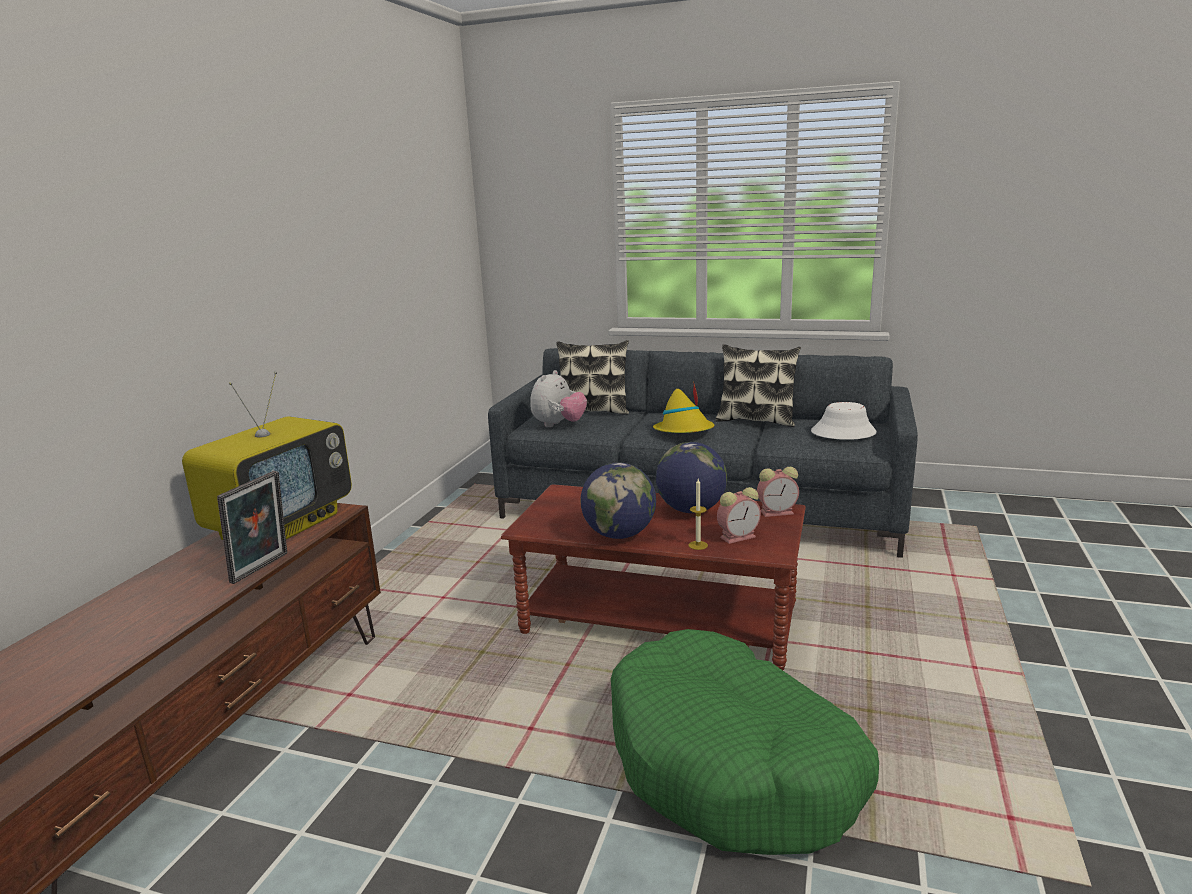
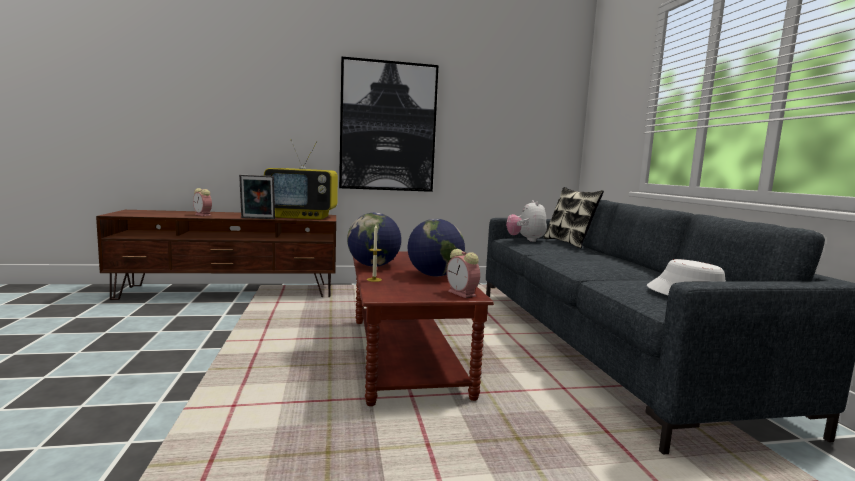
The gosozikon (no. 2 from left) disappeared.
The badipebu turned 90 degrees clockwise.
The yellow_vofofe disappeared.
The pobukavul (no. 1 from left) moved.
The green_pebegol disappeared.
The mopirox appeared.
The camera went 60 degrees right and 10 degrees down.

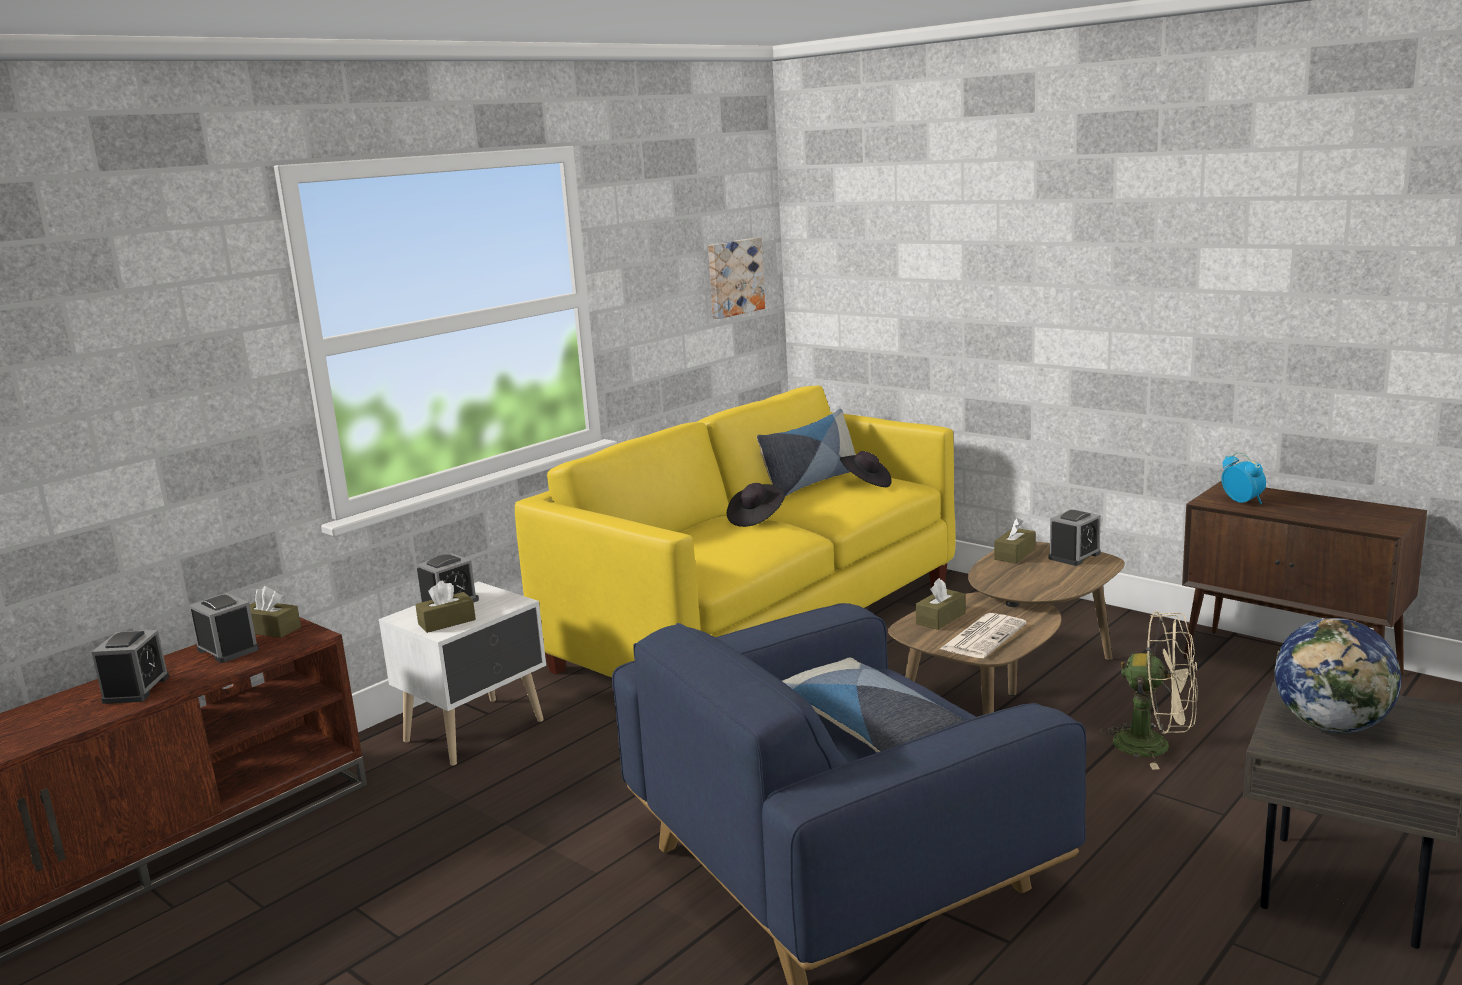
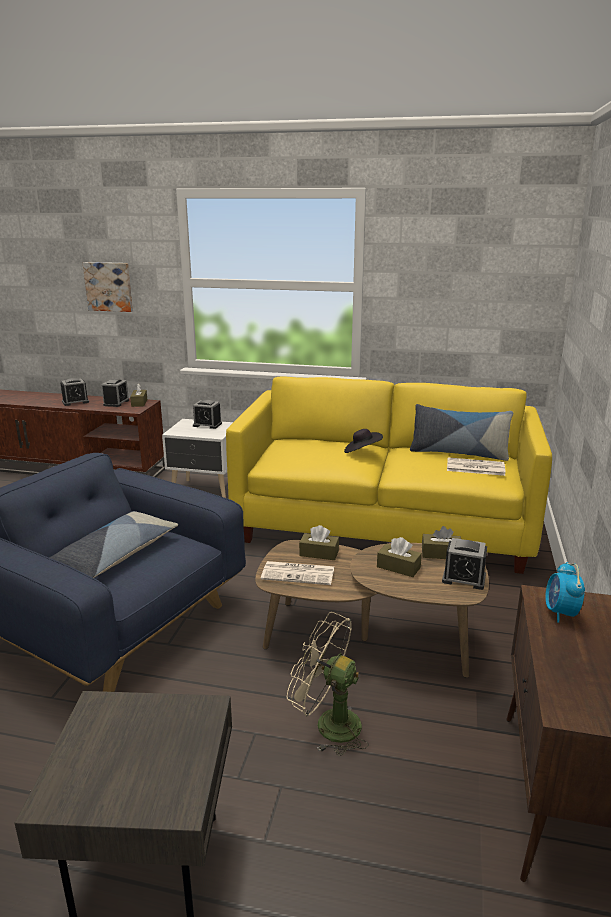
The mopirox moved.
The black_vofofe (no. 2 from left) was replaced by the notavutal (no. 2 from left).
The pobukavul (no. 5 from left) turned 150 degrees clockwise.
The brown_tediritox (no. 2 from left in the first image) moved.
The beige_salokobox turned 120 degrees clockwise.
The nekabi disappeared.
The camera went 60 degrees right and 5 degrees up.

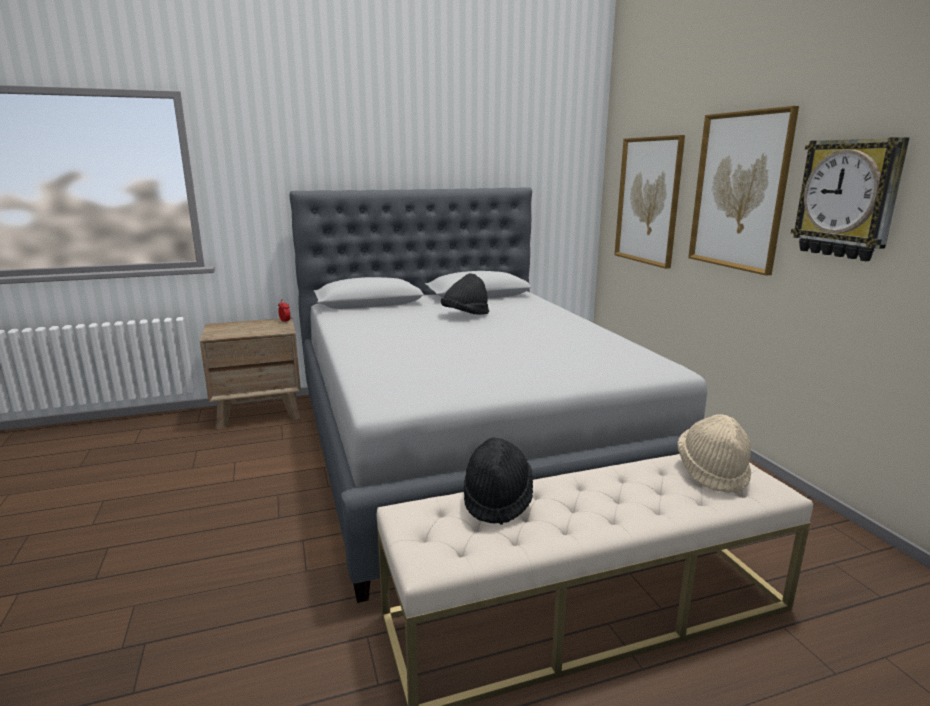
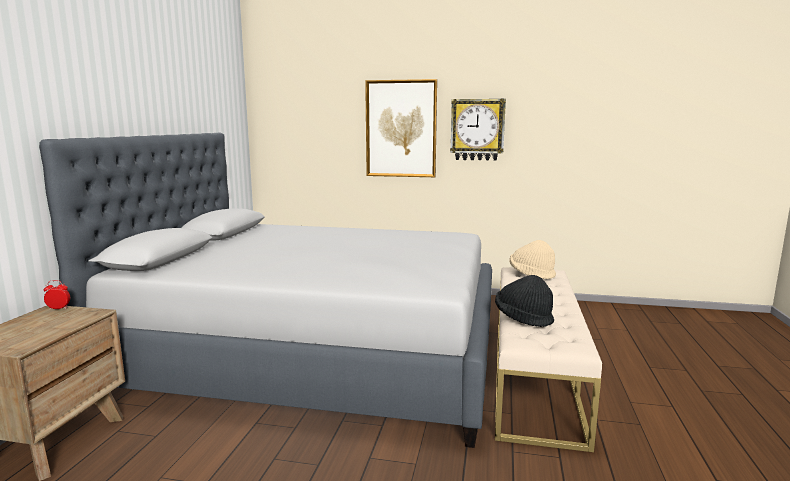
The mopirox (no. 1 from left) disappeared.
The black_vofofe (no. 1 from left) disappeared.
The camera went 60 degrees left and 5 degrees down.

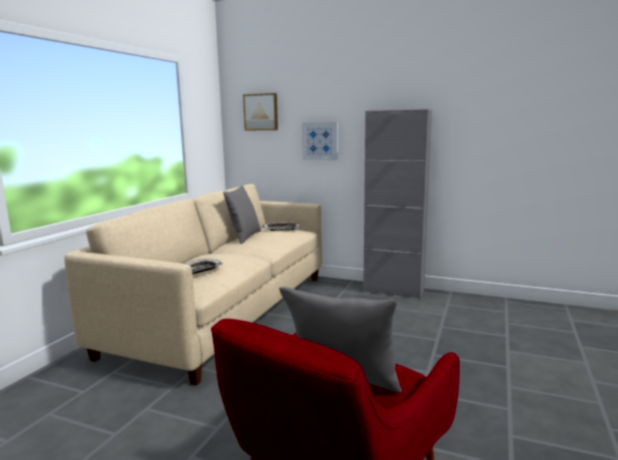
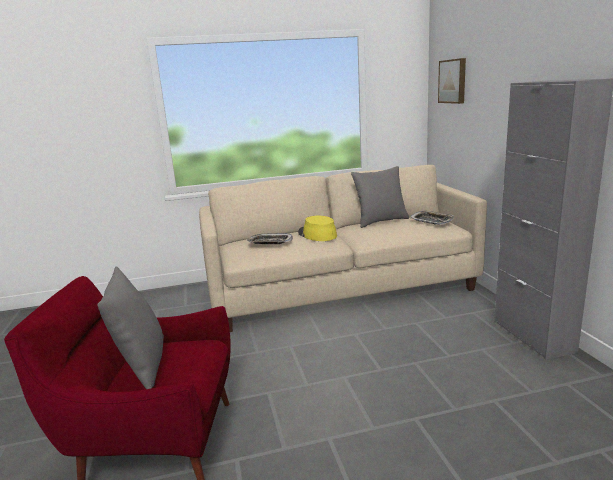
The mopirox (no. 2 from left) disappeared.
The yellow_vofofe appeared.
The camera went 55 degrees right and 5 degrees up.

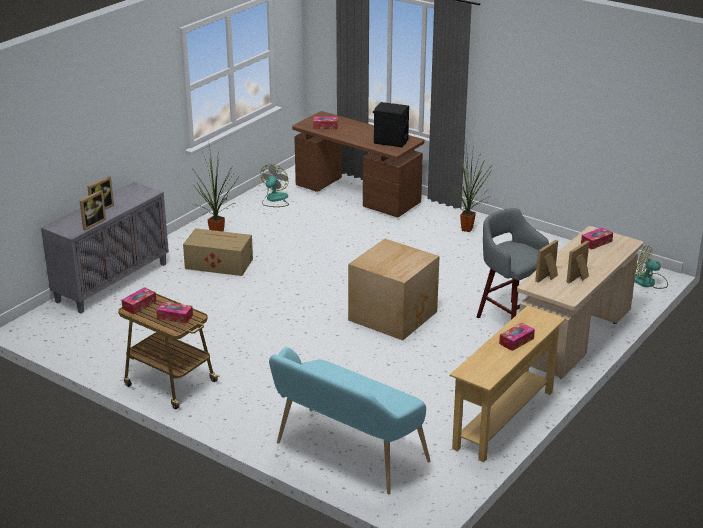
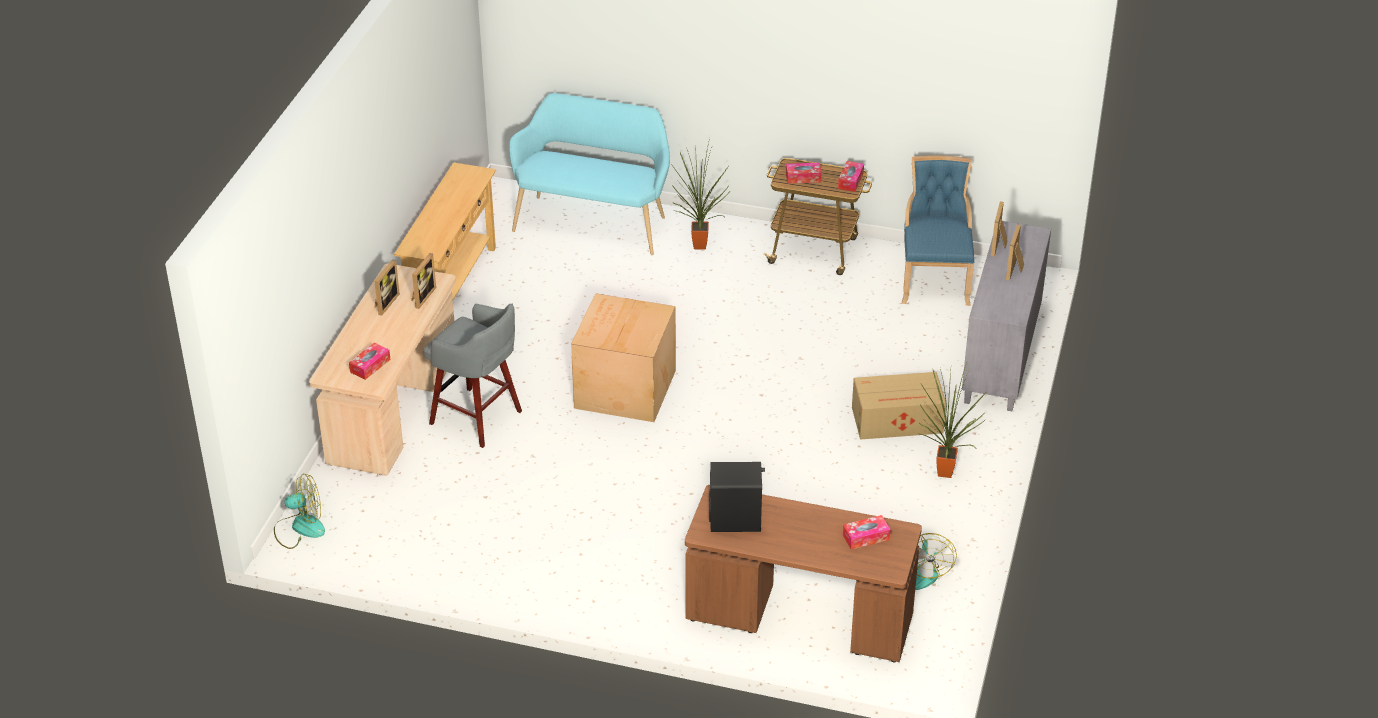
The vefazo (no. 2 from left in the first image) moved.
The tediritox (no. 4 from left) disappeared.
The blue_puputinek appeared.
The camera went 160 degrees right and 10 degrees up.

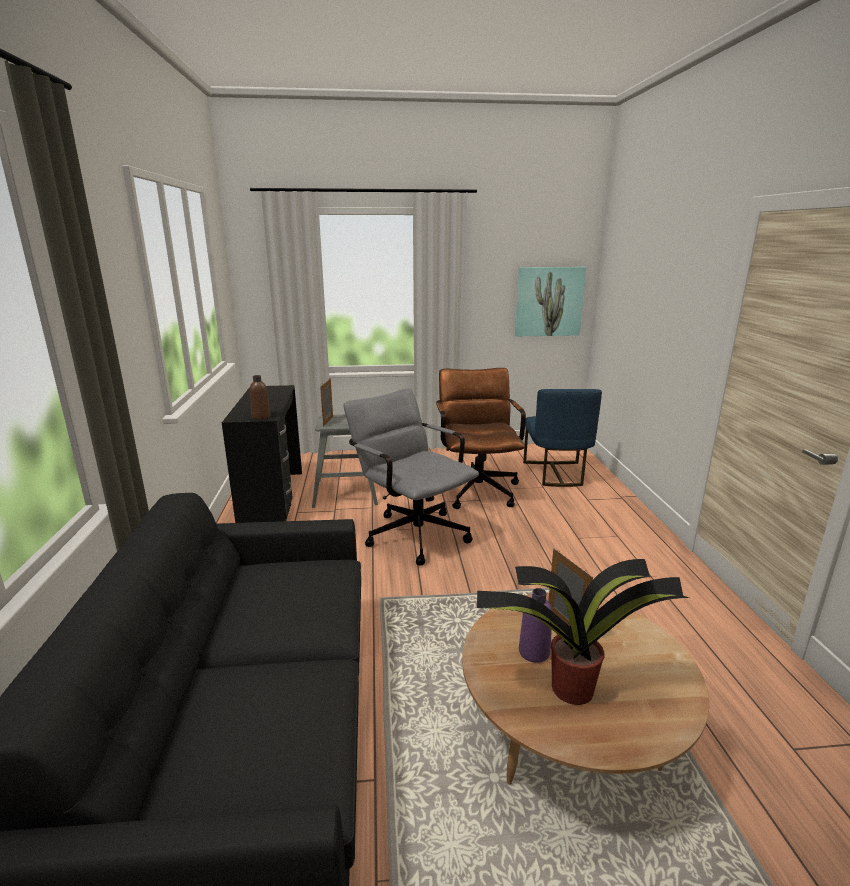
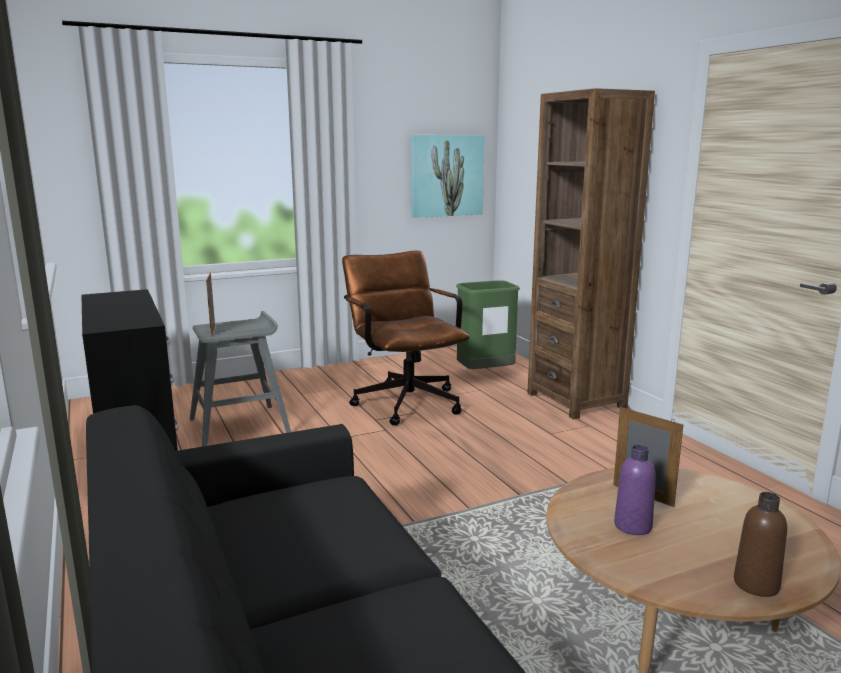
The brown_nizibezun moved.
The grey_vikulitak disappeared.
The blue_puputinek was replaced by the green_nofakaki.
The vefazo disappeared.
The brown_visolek appeared.
The camera went 20 degrees left and 5 degrees down.

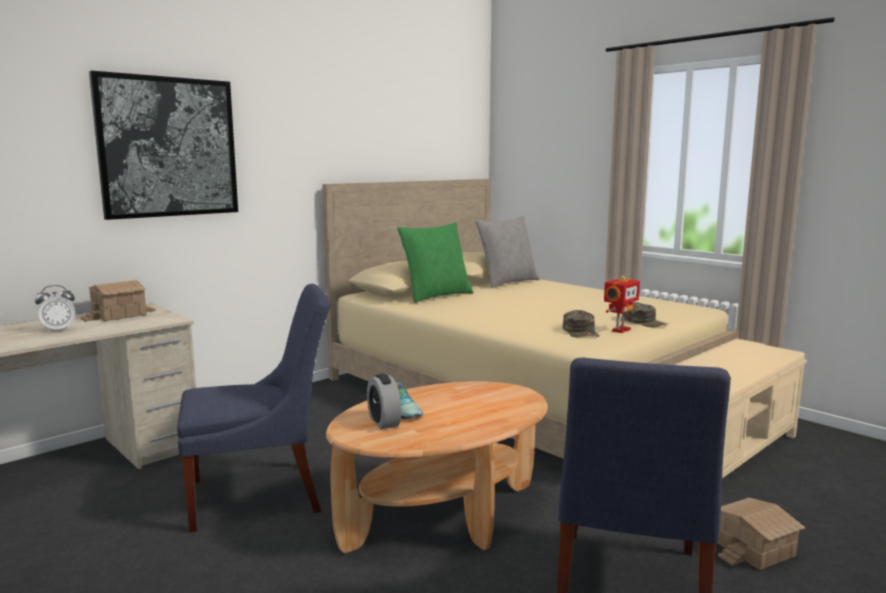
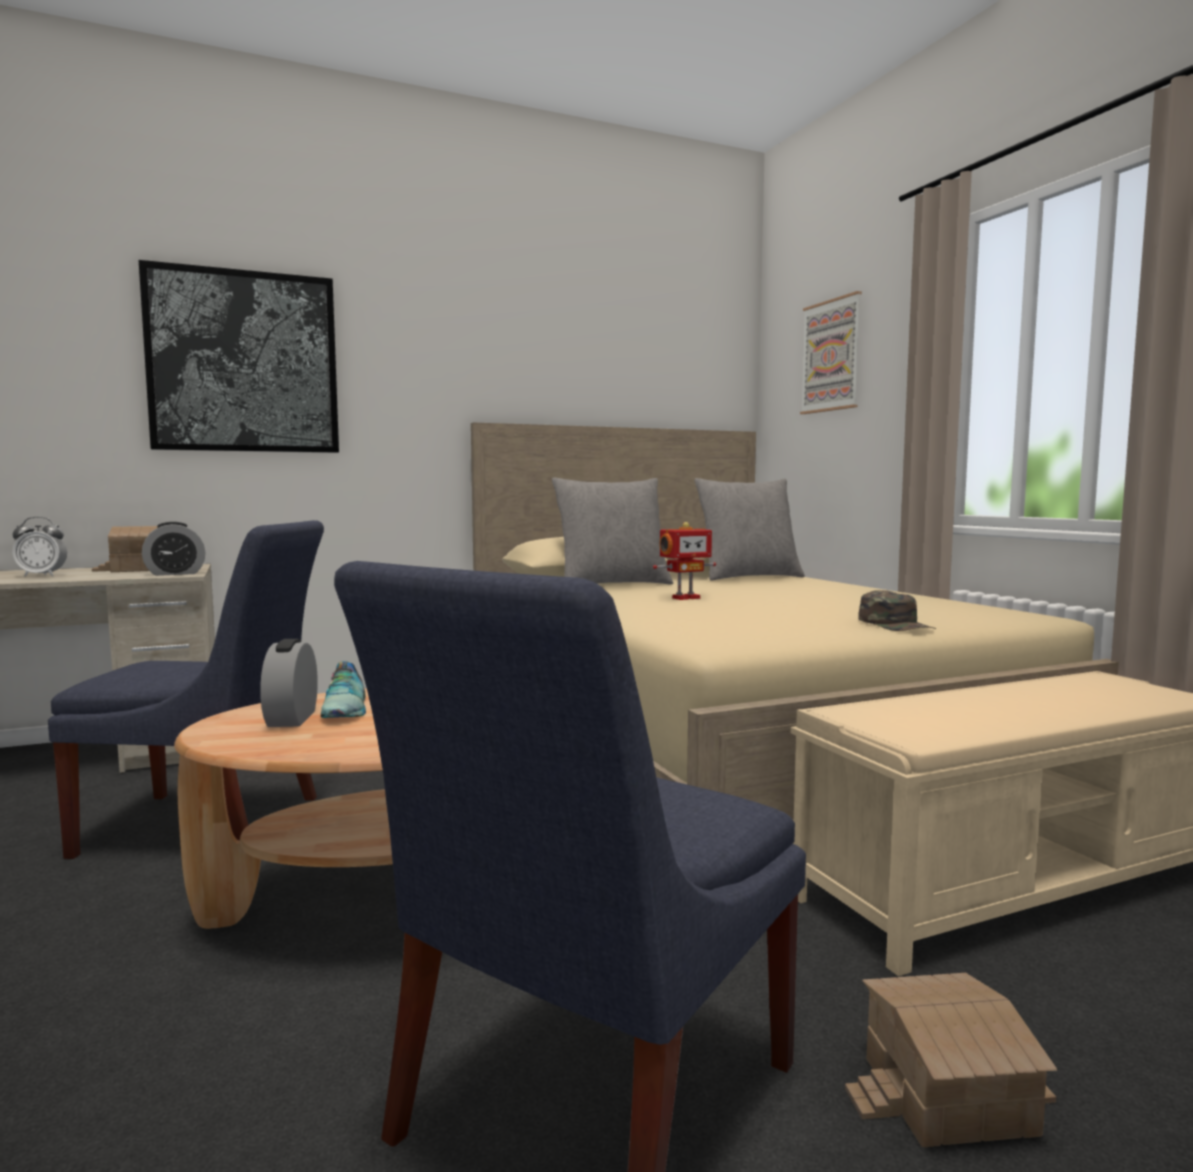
The green_gosozikon became the grey_gosozikon (no. 1 from left).
The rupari moved.
The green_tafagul (no. 1 from left) disappeared.
The mopirox (no. 2 from left) appeared.
The pobukavul (no. 2 from left) appeared.
The camera went 20 degrees right and 5 degrees down.

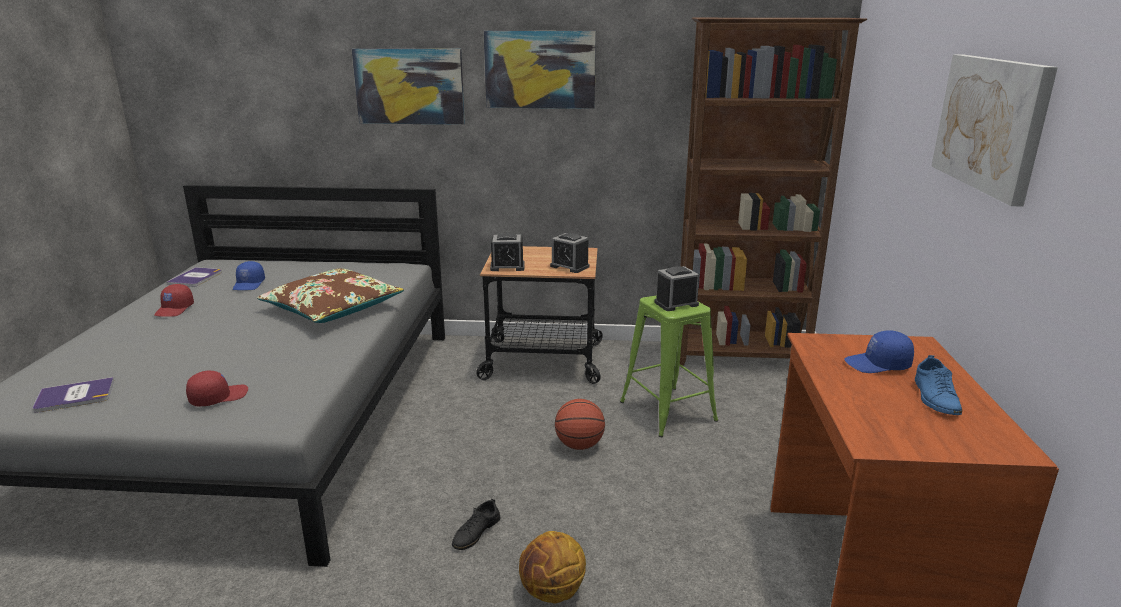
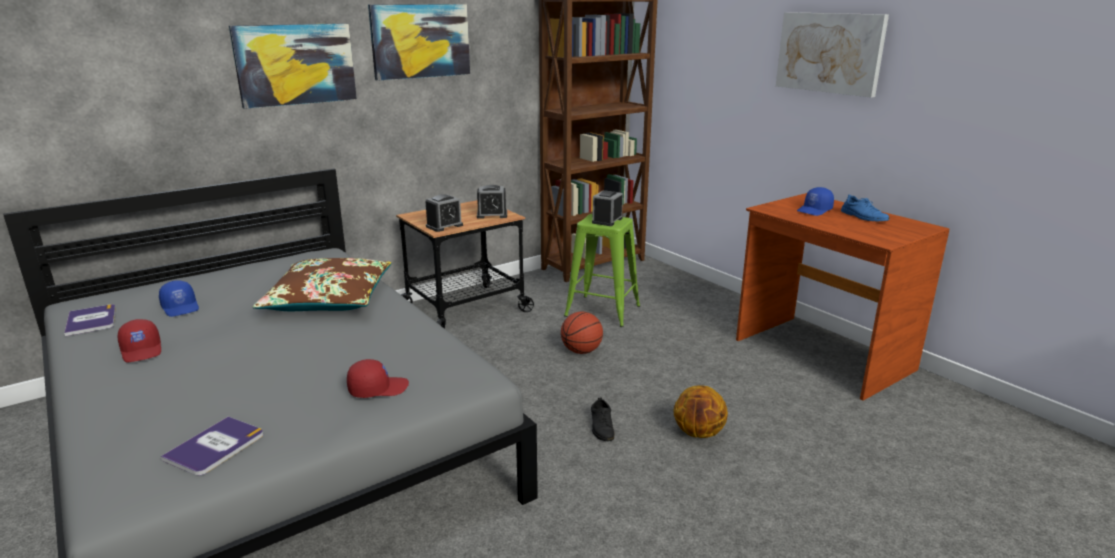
The red_tafagul (no. 2 from left) turned 60 degrees clockwise.
The camera went 40 degrees left and 0 degrees up.

